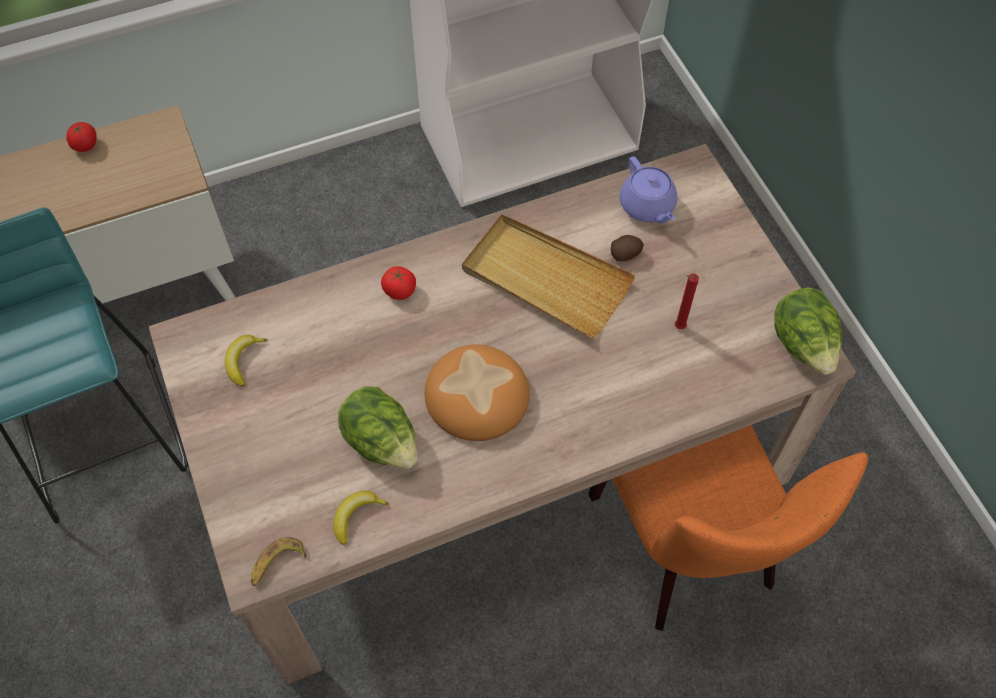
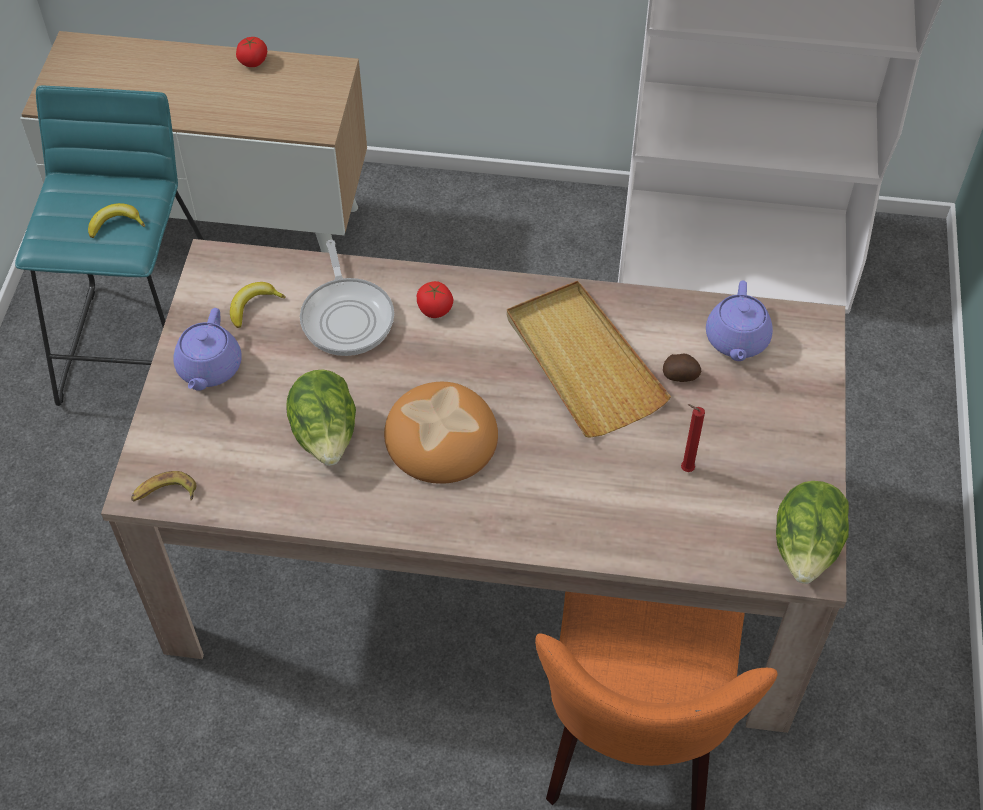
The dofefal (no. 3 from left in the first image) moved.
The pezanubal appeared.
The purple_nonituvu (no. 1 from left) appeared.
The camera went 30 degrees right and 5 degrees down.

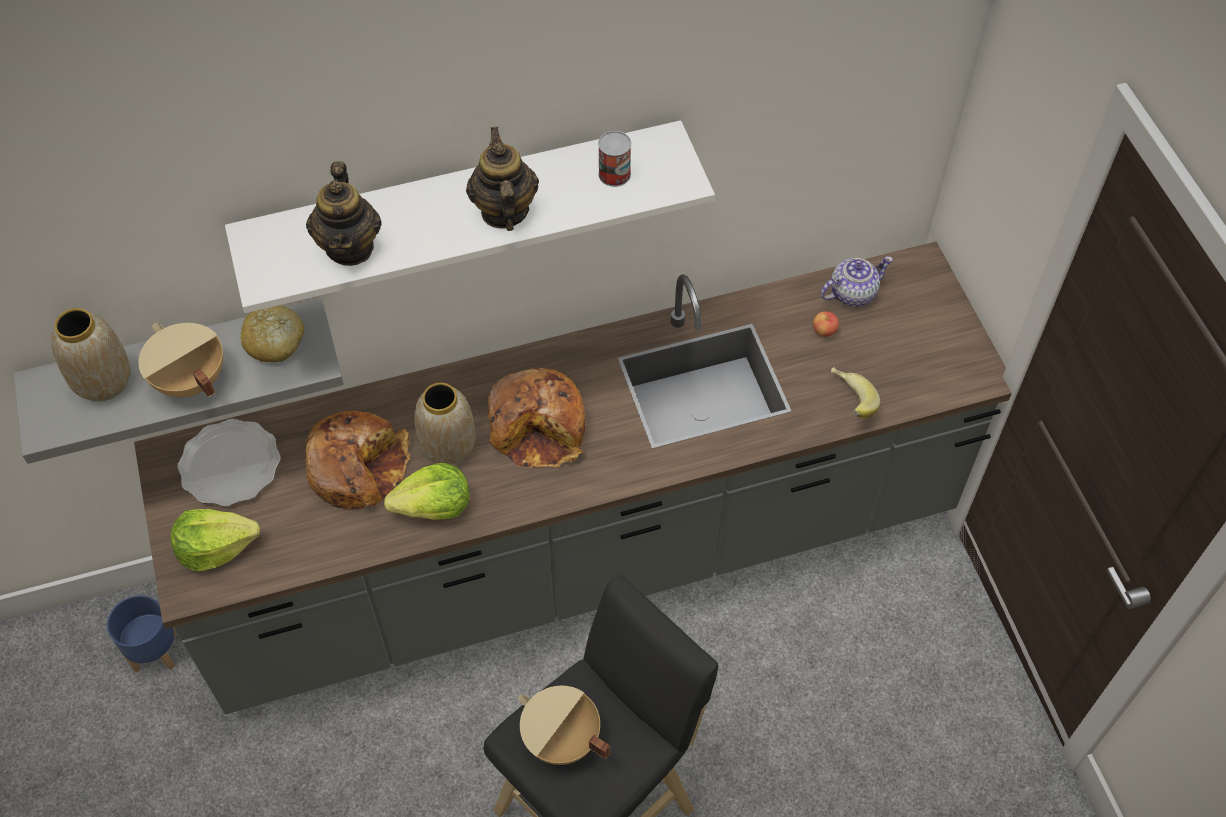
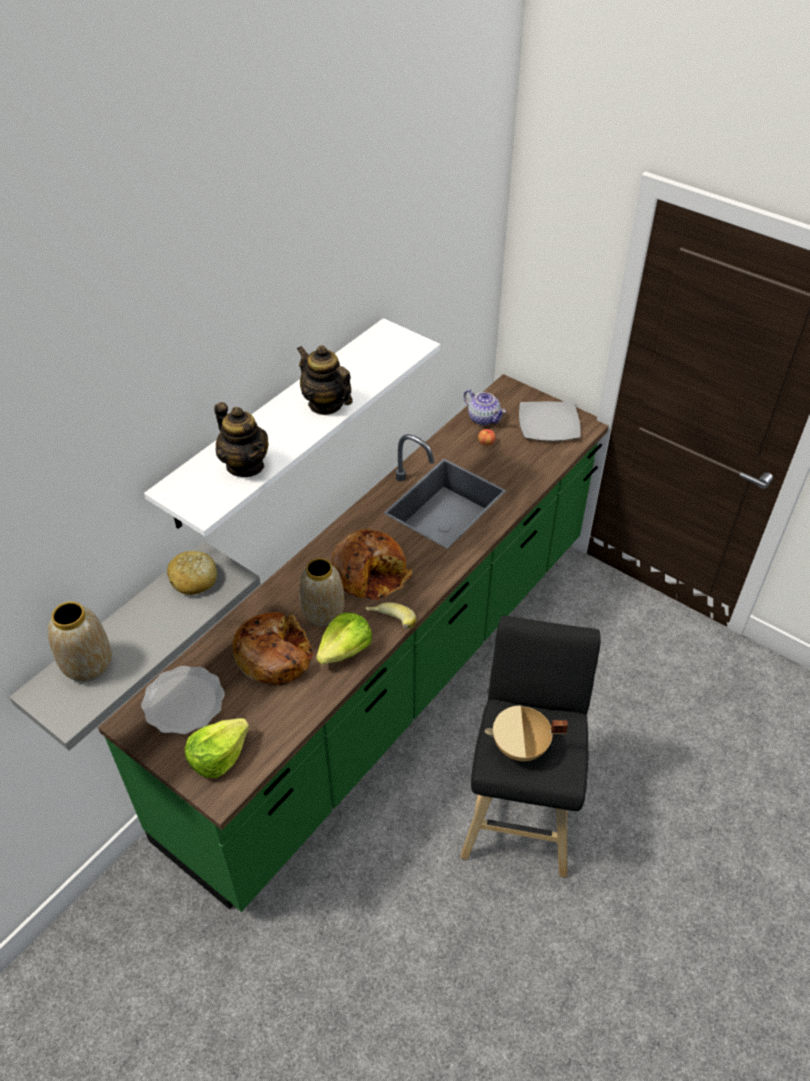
The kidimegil disappeared.
The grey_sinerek became the green_sinerek.
The nonituvu (no. 3 from left) turned 105 degrees clockwise.
The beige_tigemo (no. 1 from left) disappeared.
The dofefal moved.
The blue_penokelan disappeared.
The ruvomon (no. 2 from left) appeared.
The camera went 35 degrees left and 10 degrees down.

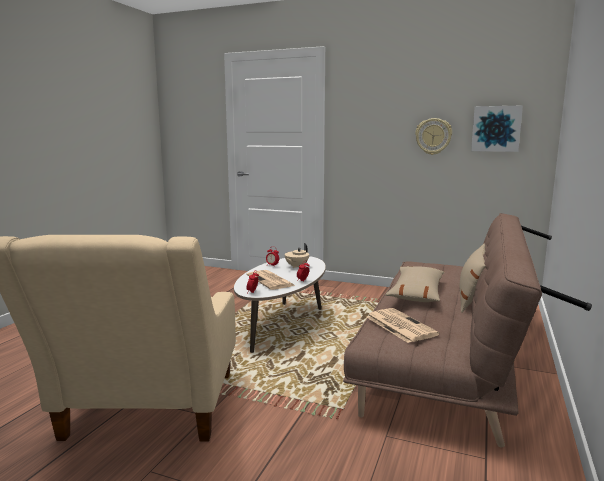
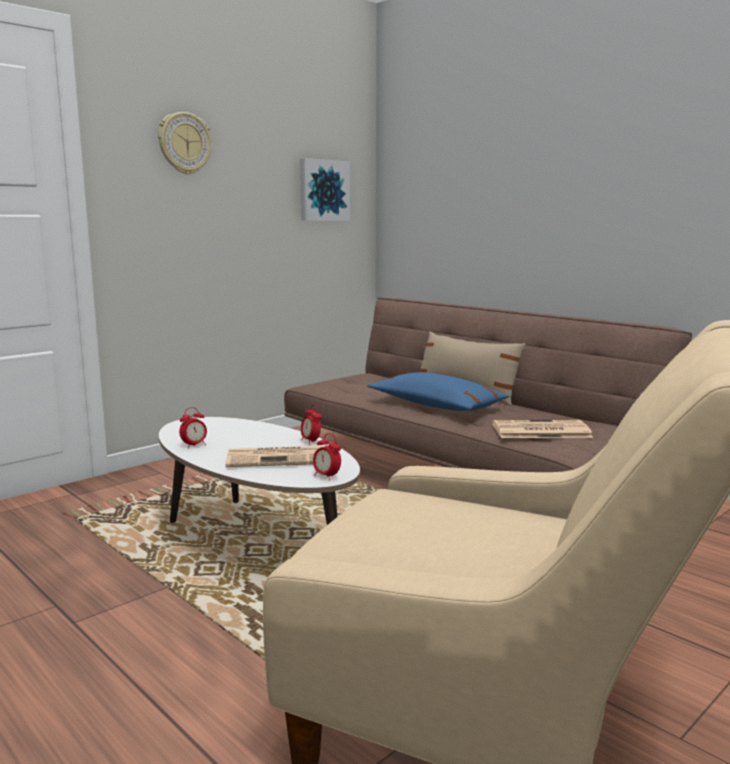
The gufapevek moved.
The beige_nonituvu disappeared.
The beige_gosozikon (no. 1 from left) became the blue_gosozikon.
The camera went 65 degrees left and 0 degrees up.

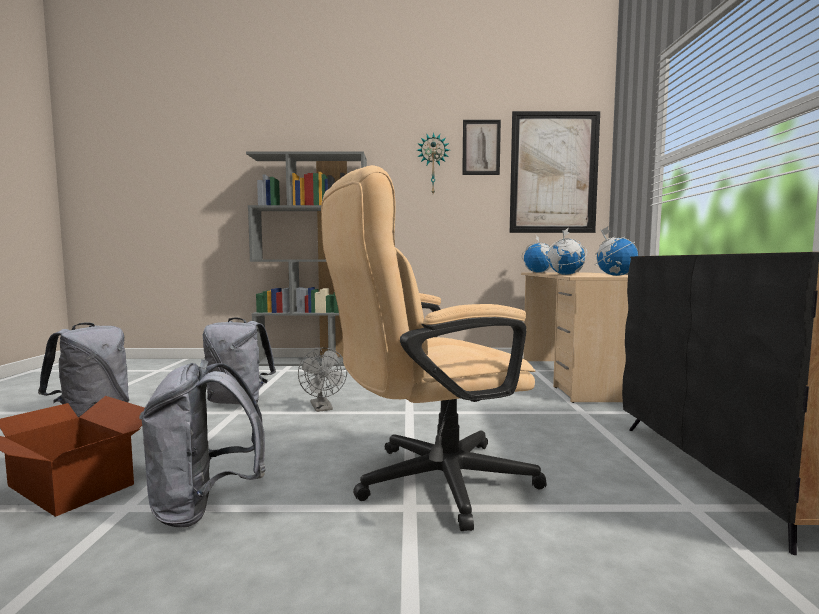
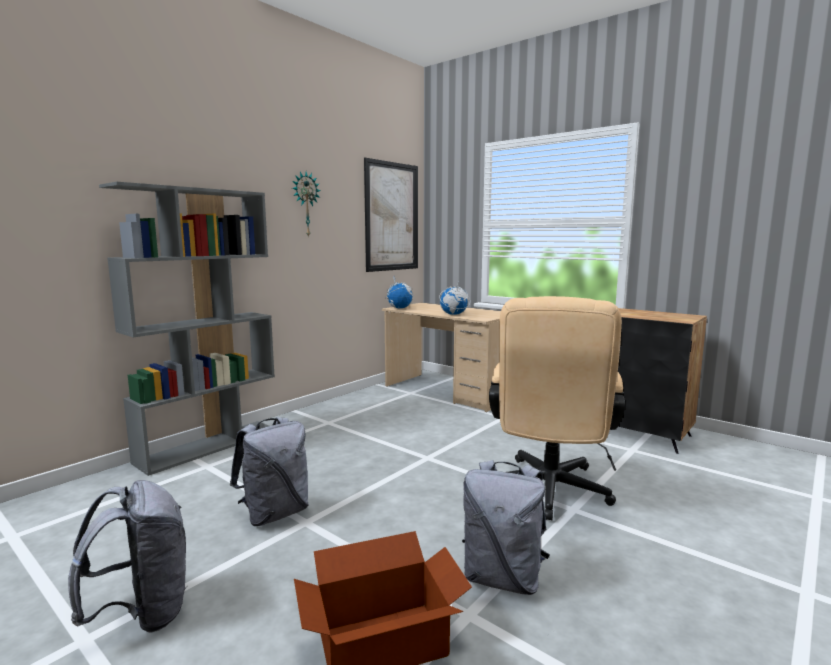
The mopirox (no. 1 from left) disappeared.
The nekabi (no. 3 from left) disappeared.
The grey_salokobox disappeared.
The camera went 50 degrees left and 5 degrees up.

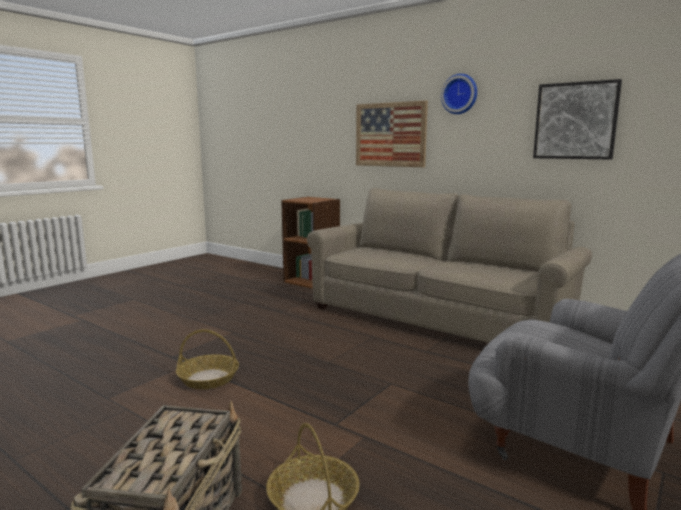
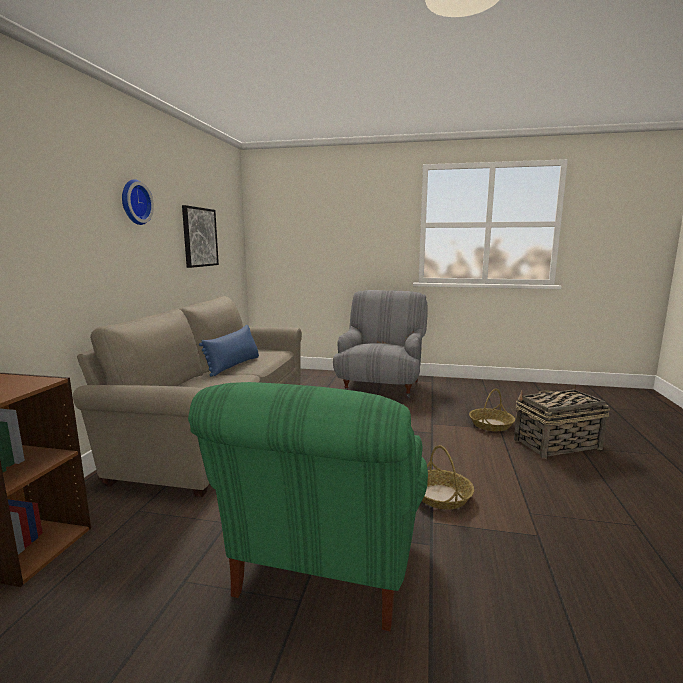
The mopirox (no. 1 from left) disappeared.
The blue_gosozikon appeared.
The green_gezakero appeared.
The camera went 115 degrees left and 0 degrees up.

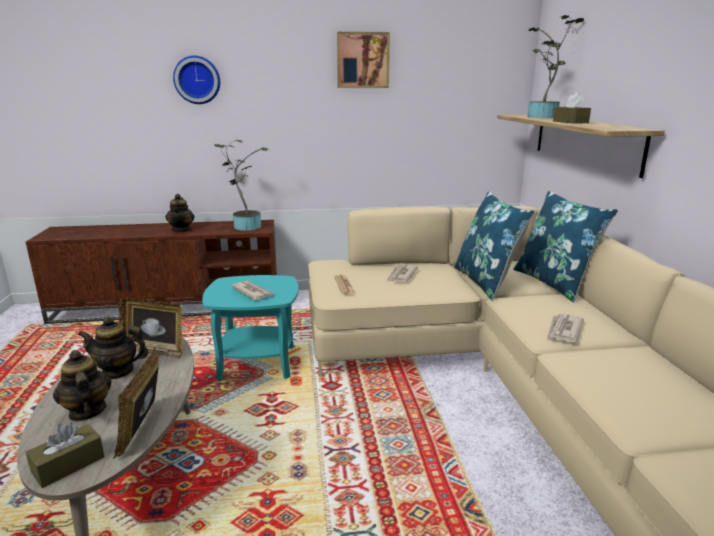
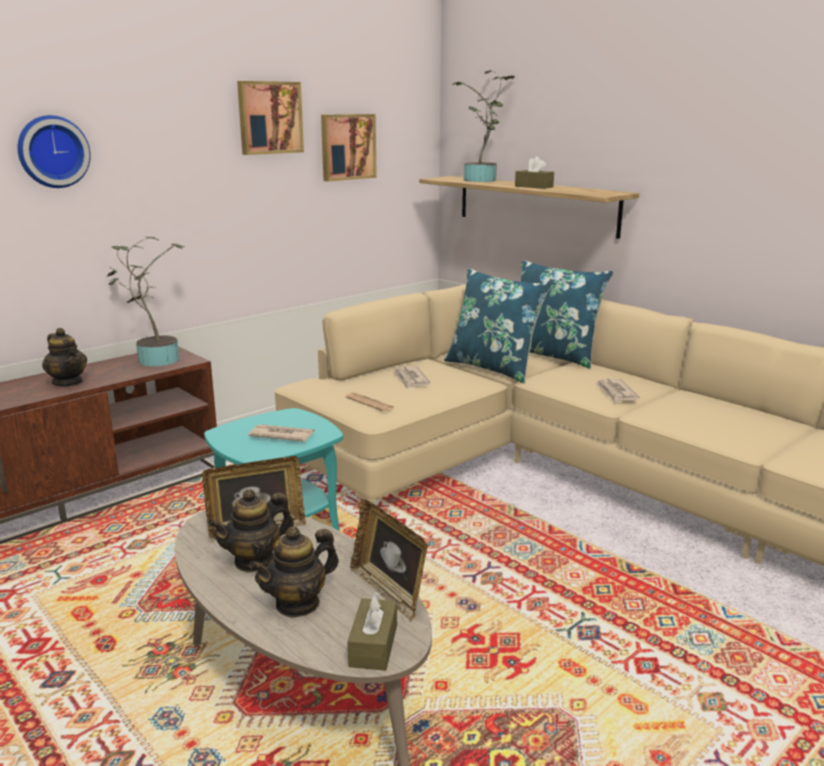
The nonituvu (no. 1 from left in the first image) turned 60 degrees counterclockwise.
The mopirox (no. 2 from left) appeared.
The camera went 35 degrees left and 0 degrees up.

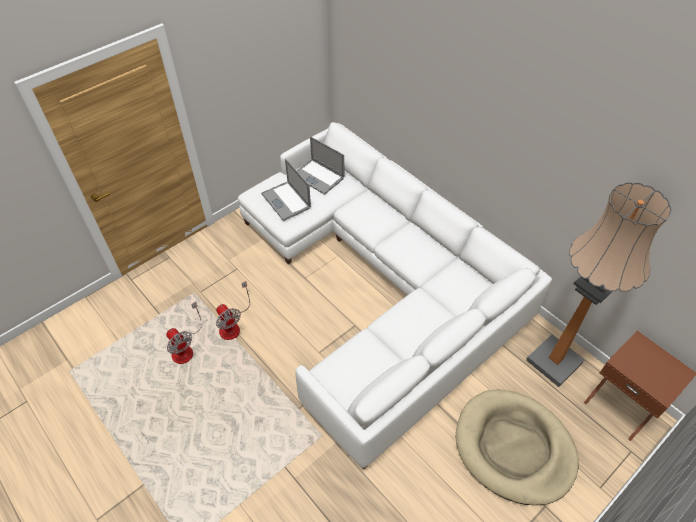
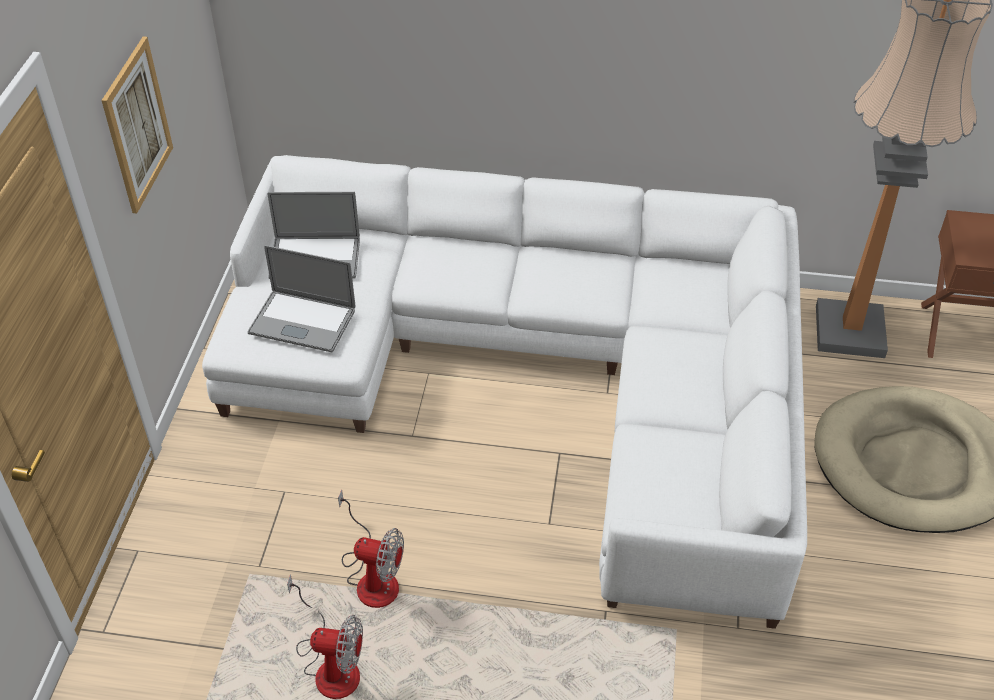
The mopirox appeared.
The camera went 40 degrees left and 5 degrees down.

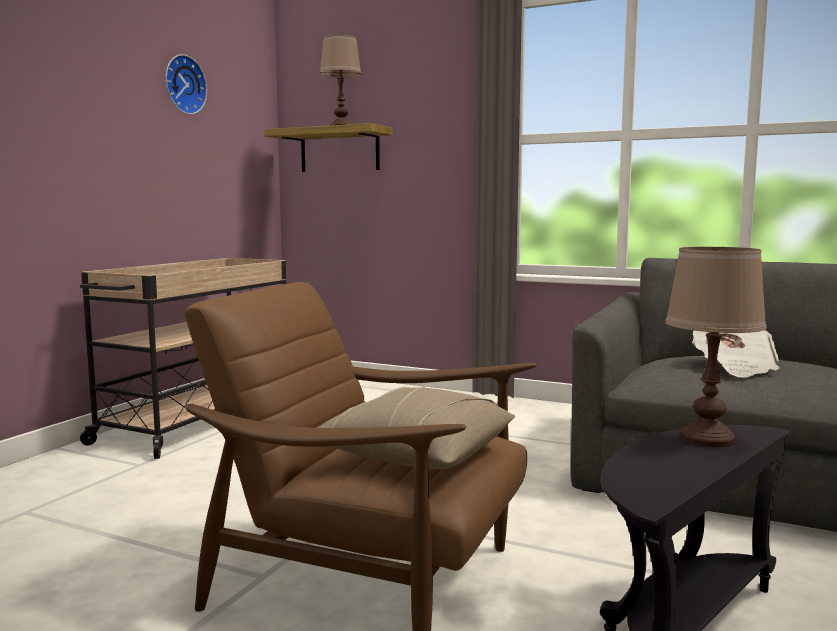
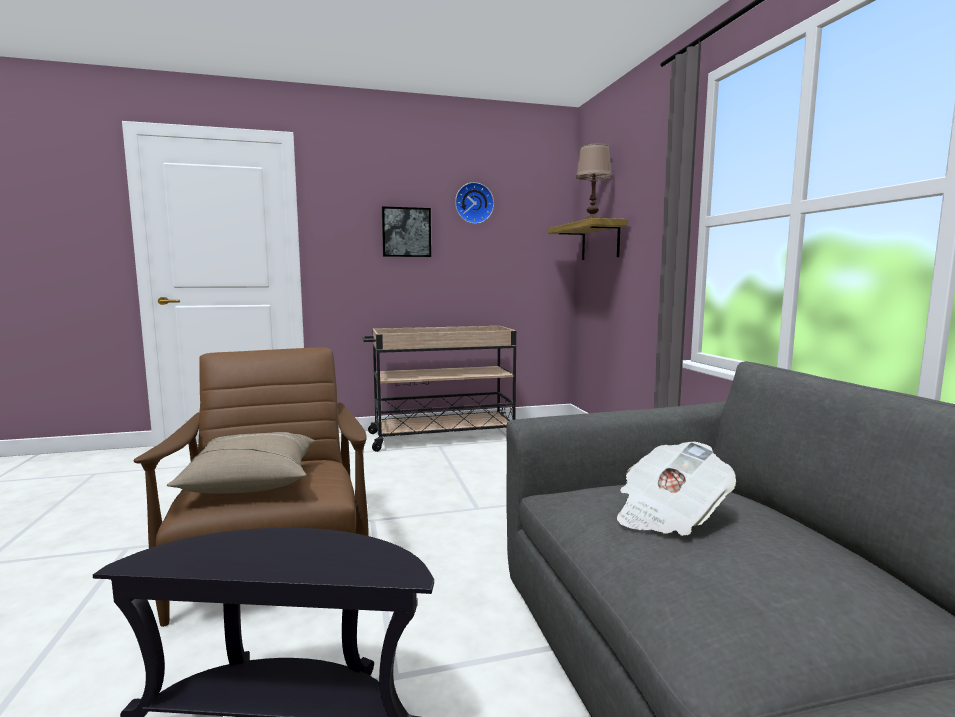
The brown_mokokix (no. 2 from left) disappeared.
The mopirox appeared.
The camera went 50 degrees right and 0 degrees up.

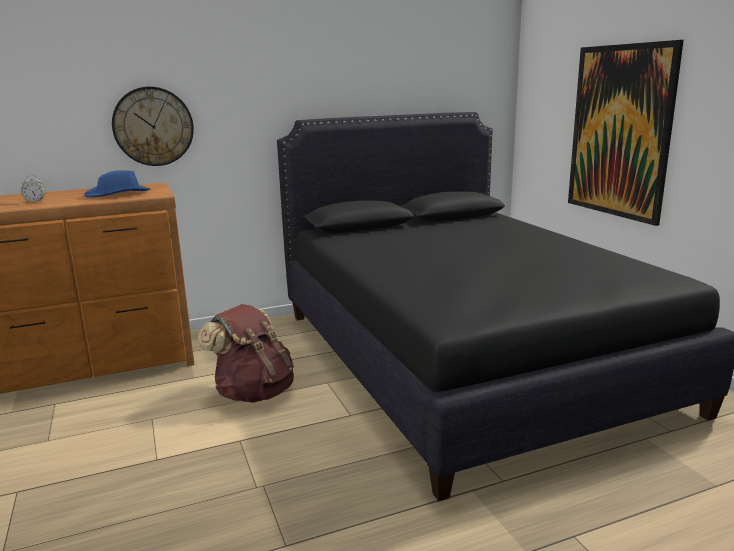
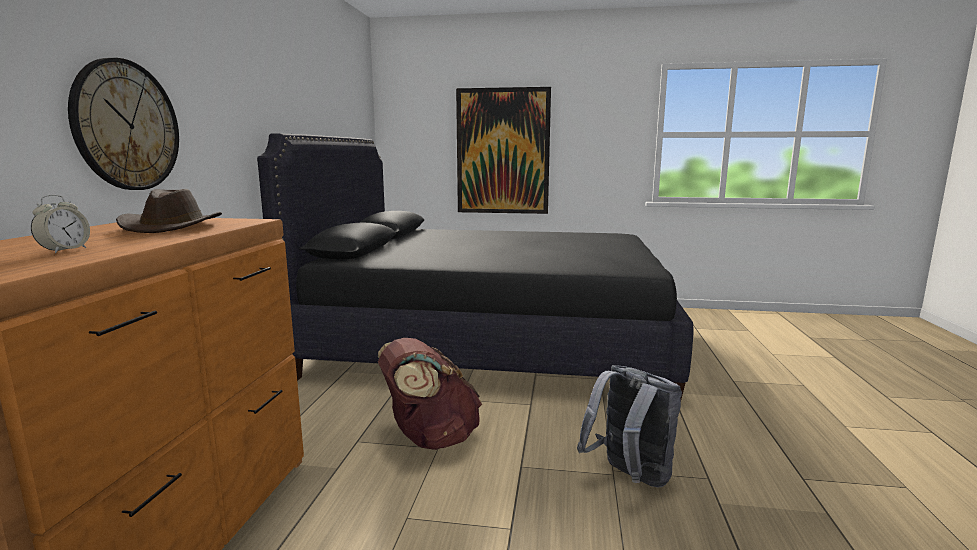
The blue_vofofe became the brown_vofofe.
The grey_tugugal appeared.
The camera went 60 degrees left and 5 degrees down.

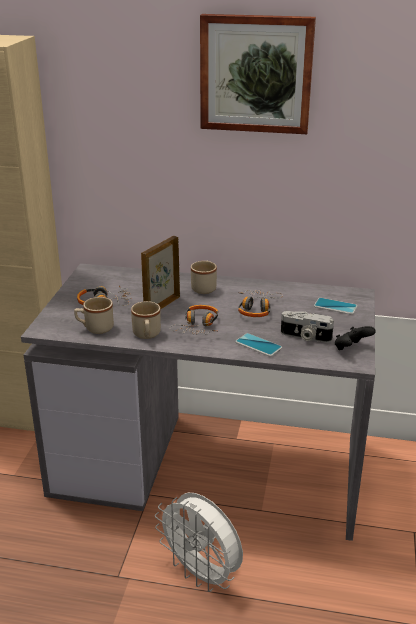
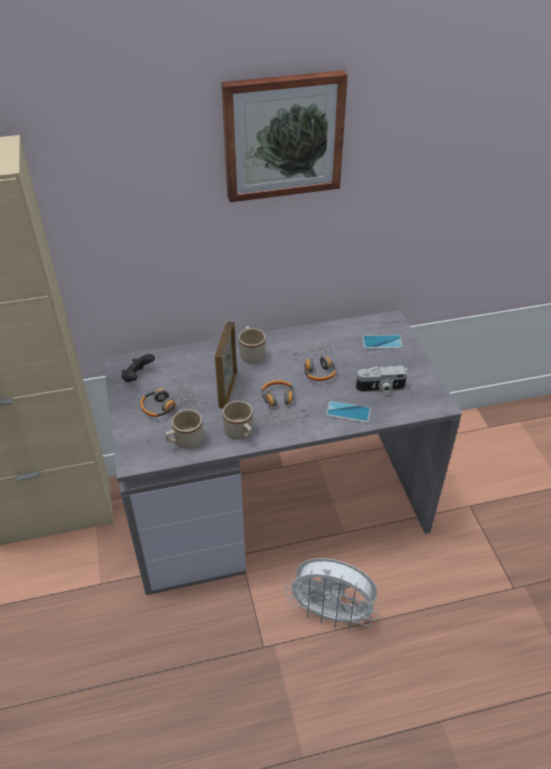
The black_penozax moved.
The camera went 25 degrees left and 15 degrees up.

